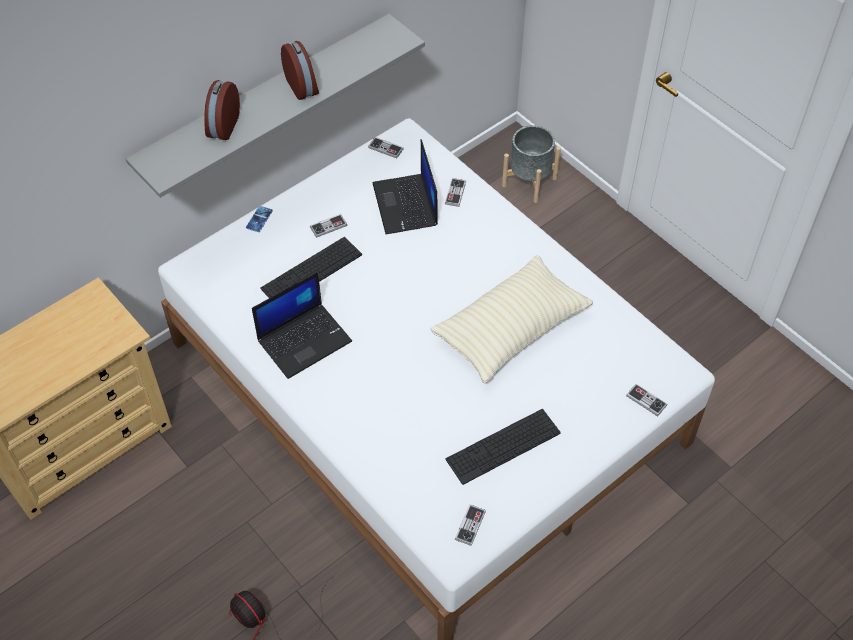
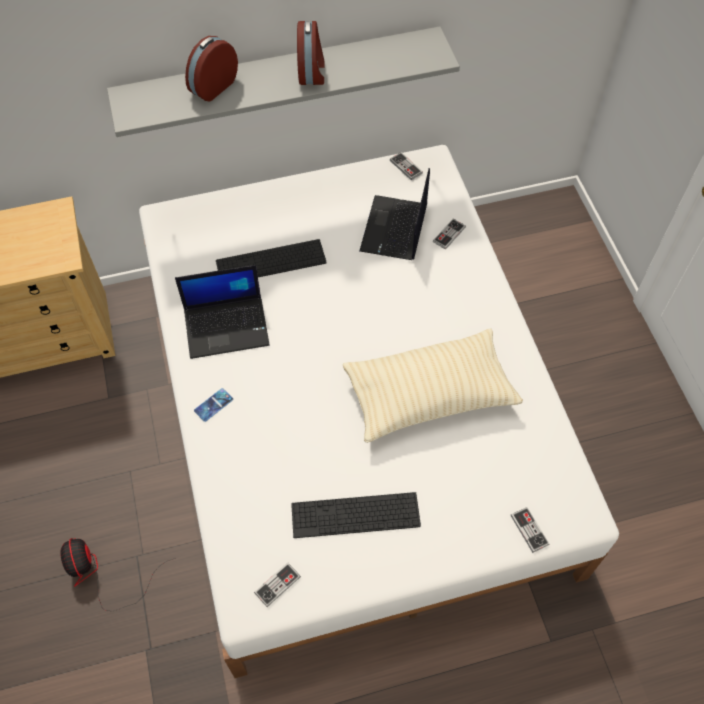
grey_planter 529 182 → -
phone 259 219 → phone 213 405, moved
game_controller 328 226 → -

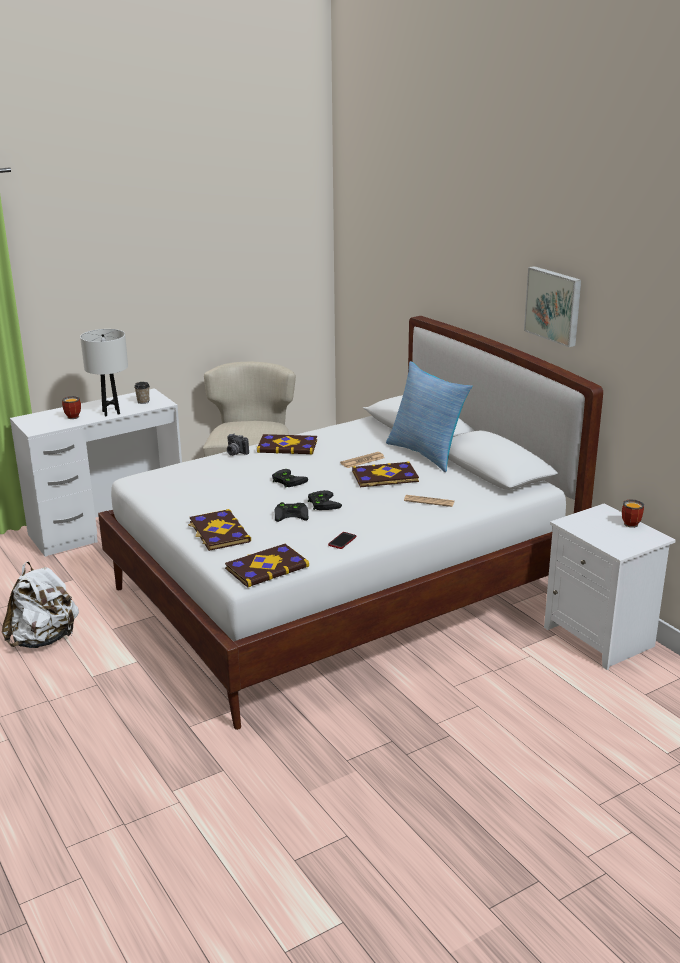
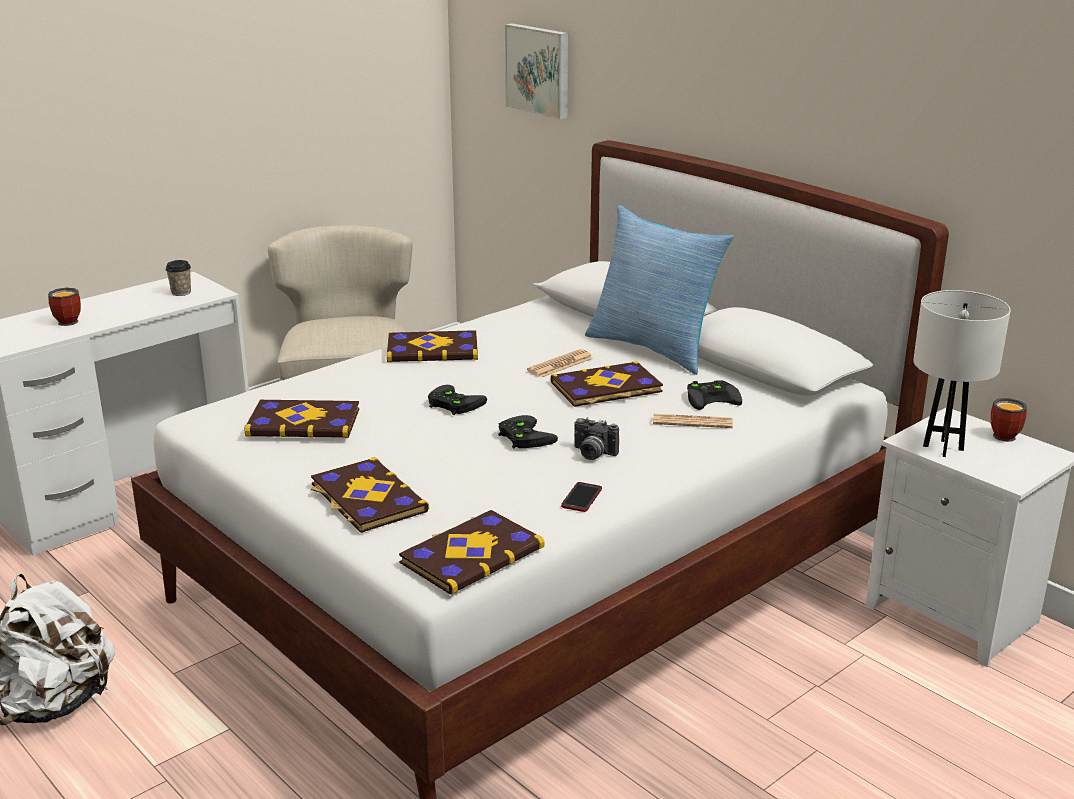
picture 554 305 → picture 539 70, moved
white_table_lamp 111 412 → white_table_lamp 943 448, moved
photo_camera 235 453 → photo_camera 592 454, moved
black_game_controller 292 514 → black_game_controller 712 398, moved
- → book 304 422

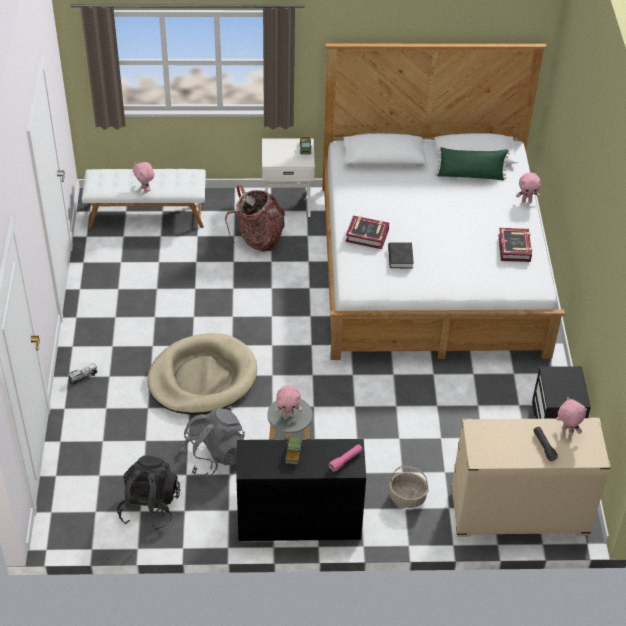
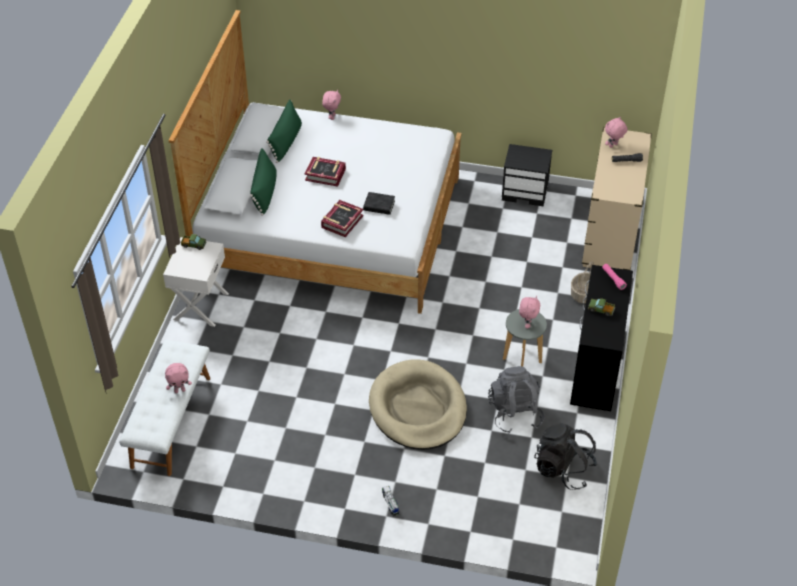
backpack 259 238 → -
book 514 248 → book 325 174, moved
- → green_pillow 265 192

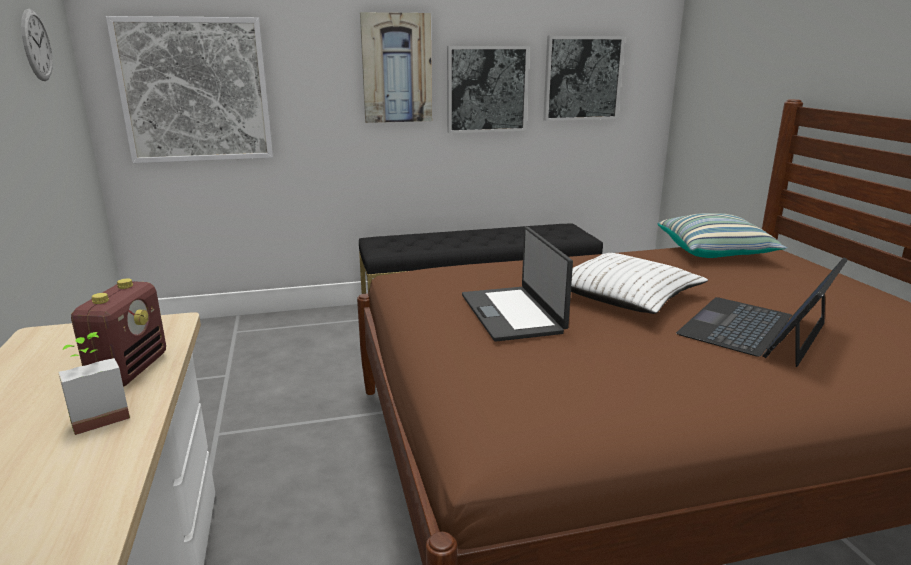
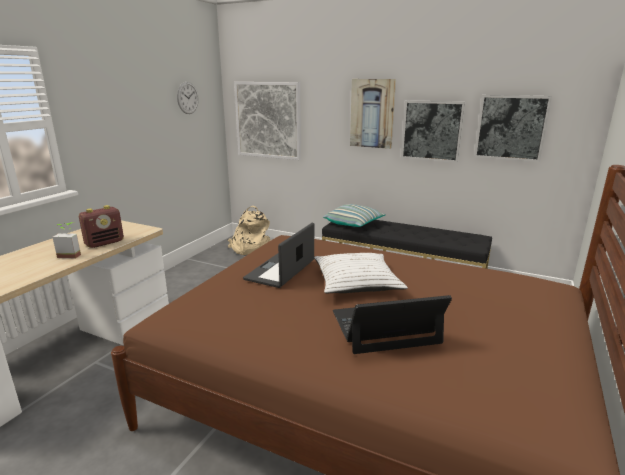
pillow 715 252 → pillow 354 224, moved
- → beige_backpack 250 249

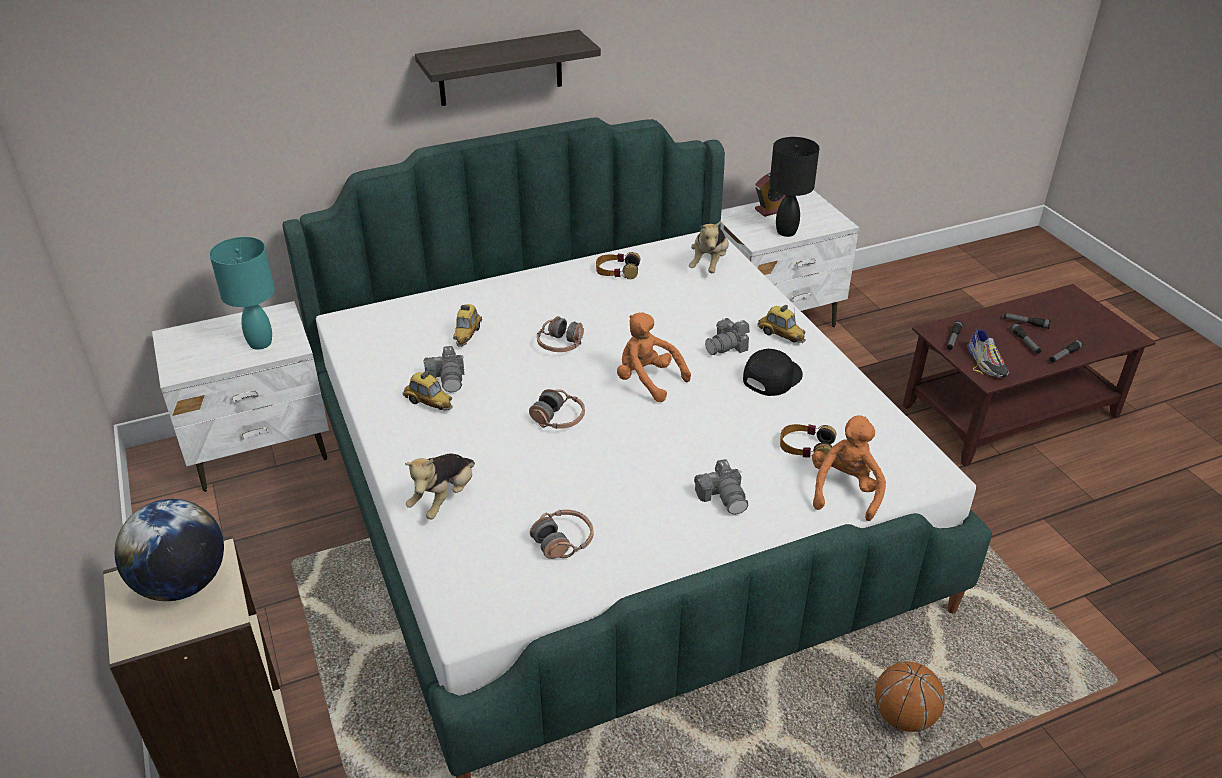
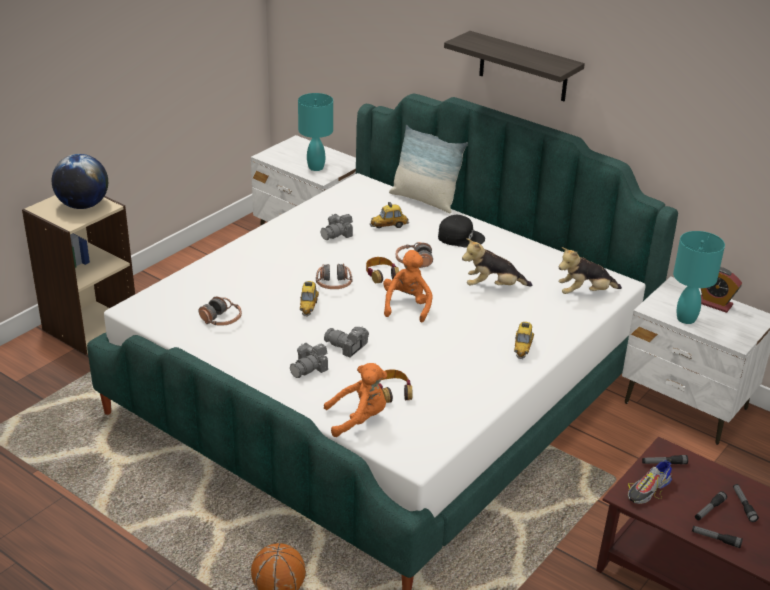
black_table_lamp 787 232 → turquoise_table_lamp 686 319
headphones 617 271 → headphones 381 274, moved
photo_camera 727 346 → photo_camera 347 347, moved
black_cap 771 376 → black_cap 460 237, moved
toy_car 429 403 → toy_car 308 307, moved
plush_toy 444 498 → plush_toy 493 287, moved
- → pillow 424 200

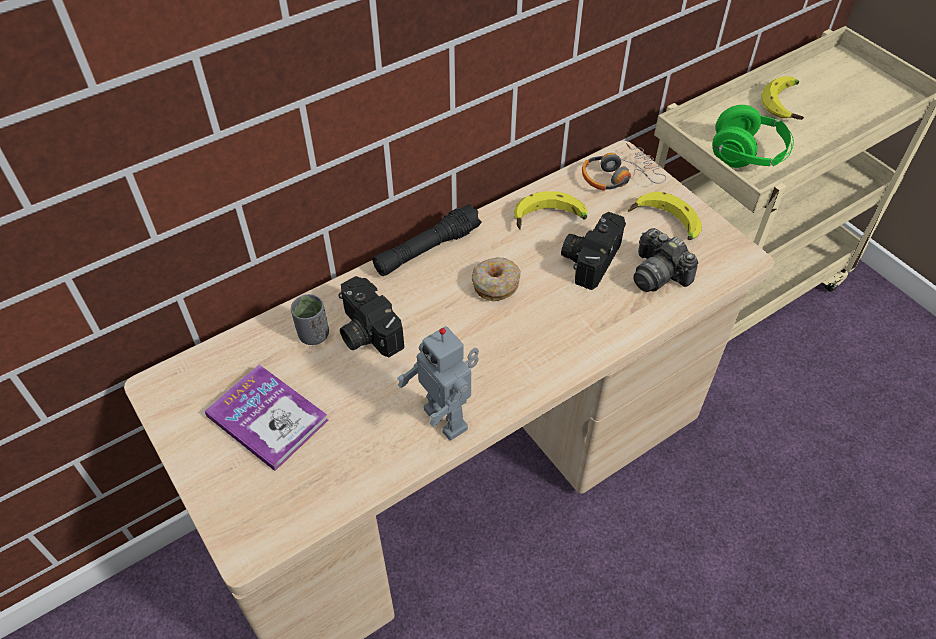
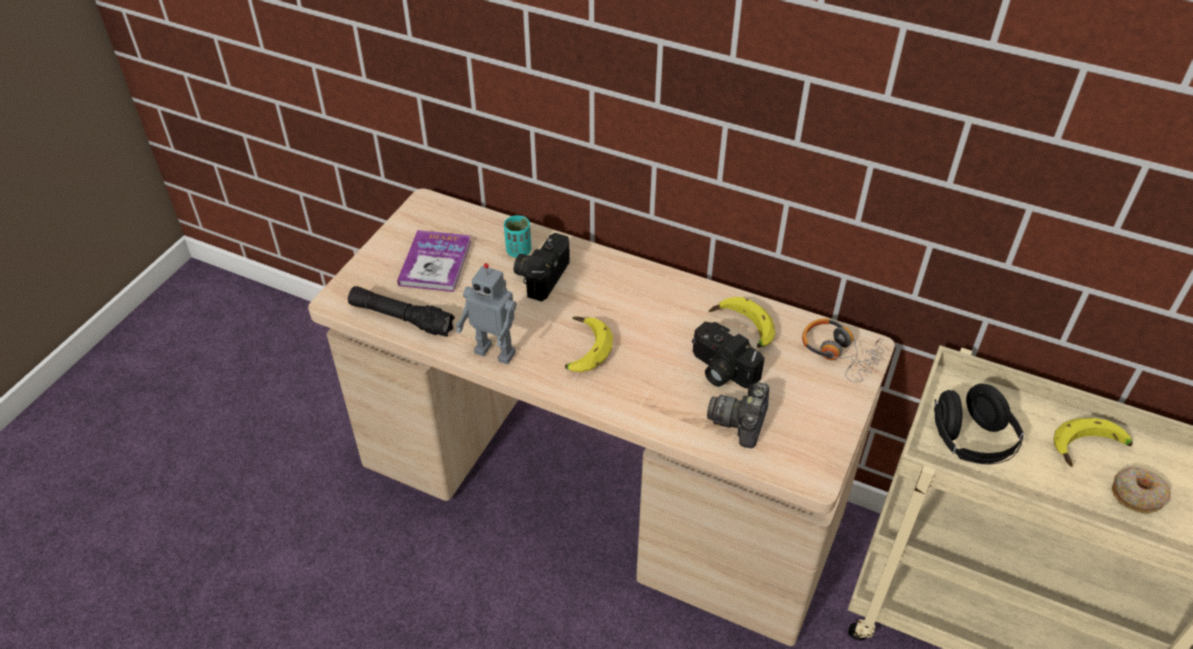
green_headphones 747 156 → black_headphones 971 441
banana 664 224 → banana 582 349, moved
black_flashlight 427 250 → black_flashlight 401 318, moved
photo_camera 589 258 → photo_camera 720 370, 135 degrees counterclockwise
donut 495 284 → donut 1137 495, moved
grey_cup 313 335 → turquoise_cup 518 251
toy_robot 448 418 → toy_robot 496 351, 90 degrees counterclockwise

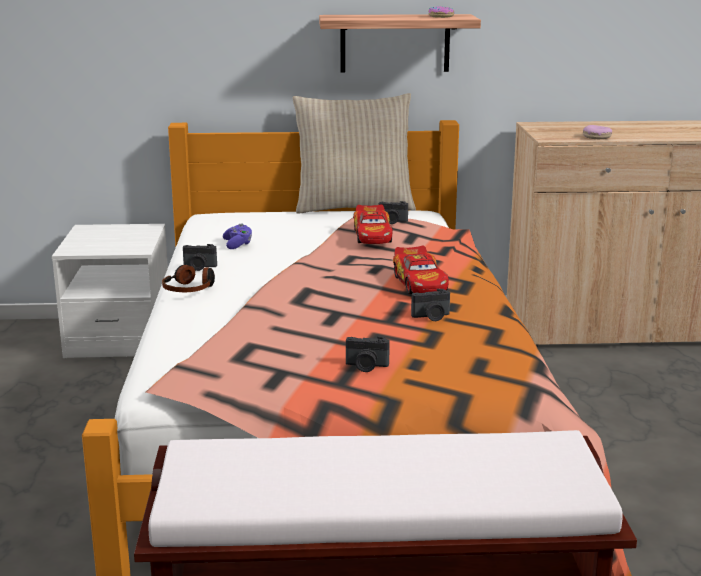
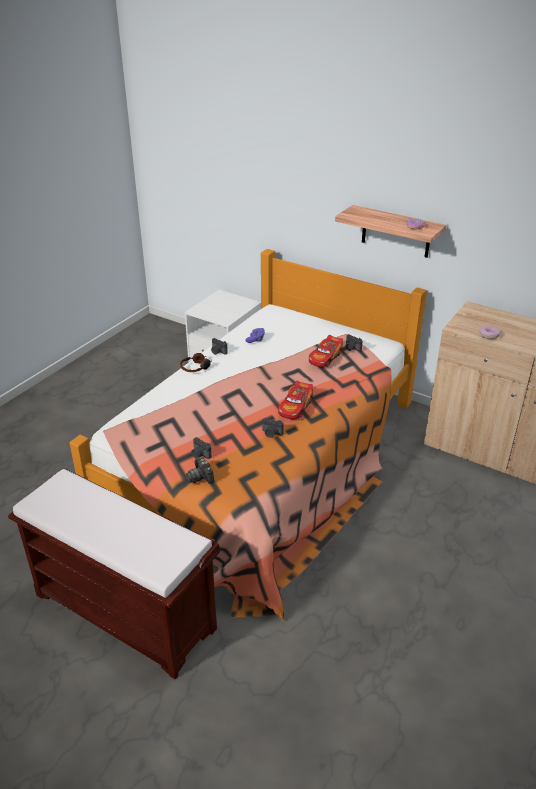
beige_pillow 353 207 → -
- → photo_camera 200 477

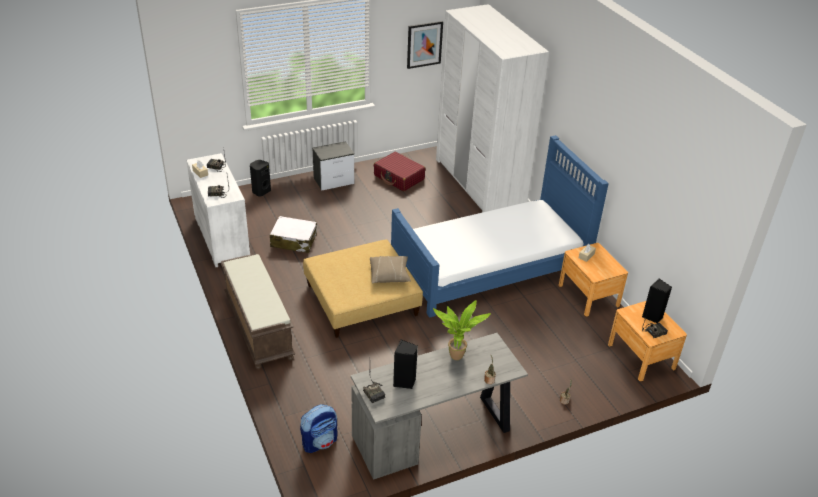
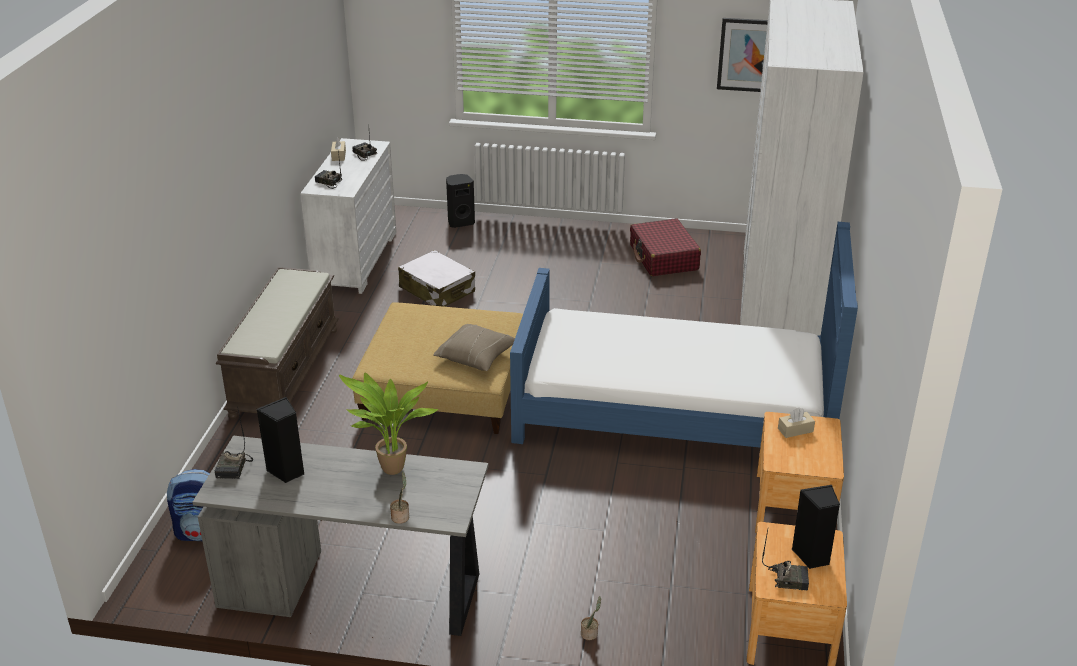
nightstand 334 181 → -

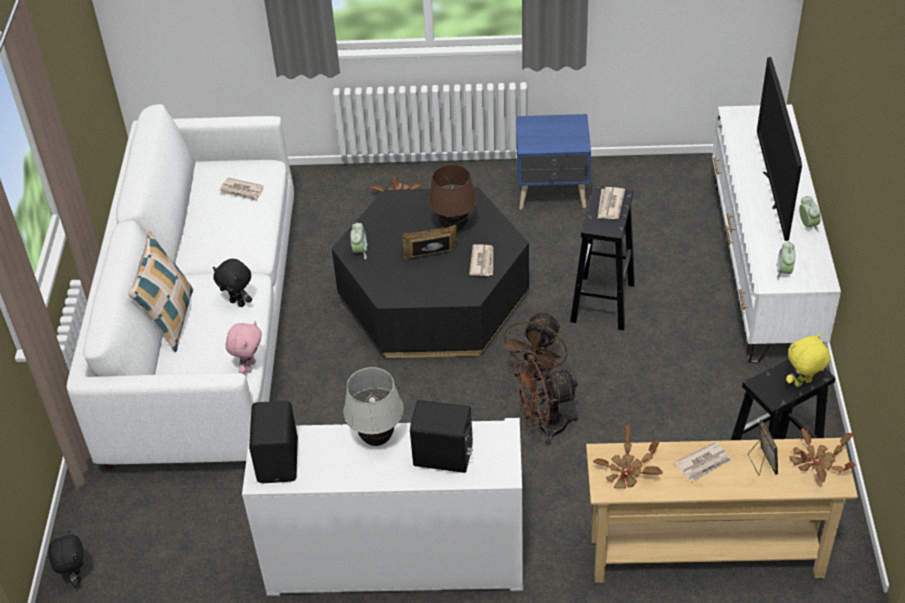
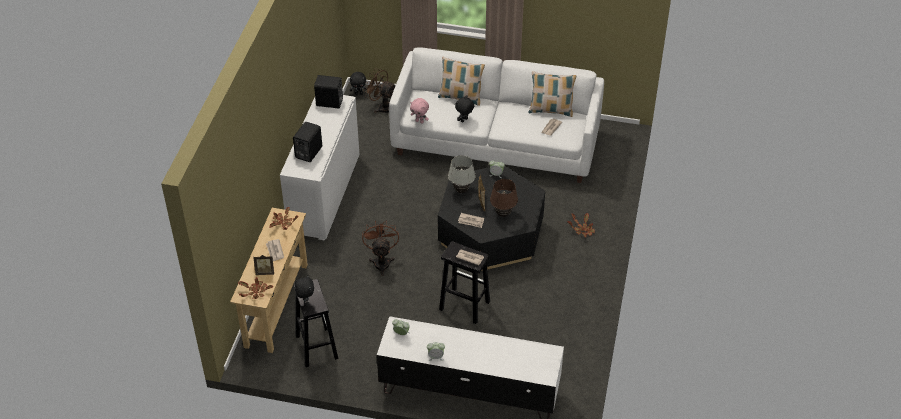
television 774 190 → -
blue_nightstand 553 193 → -
brown_fan 537 377 → brown_fan 382 107, moved
yellow_plush_toy 803 383 → black_plush_toy 306 302
white_table_lamp 377 439 → white_table_lamp 461 190, moved
- → pillow 551 110

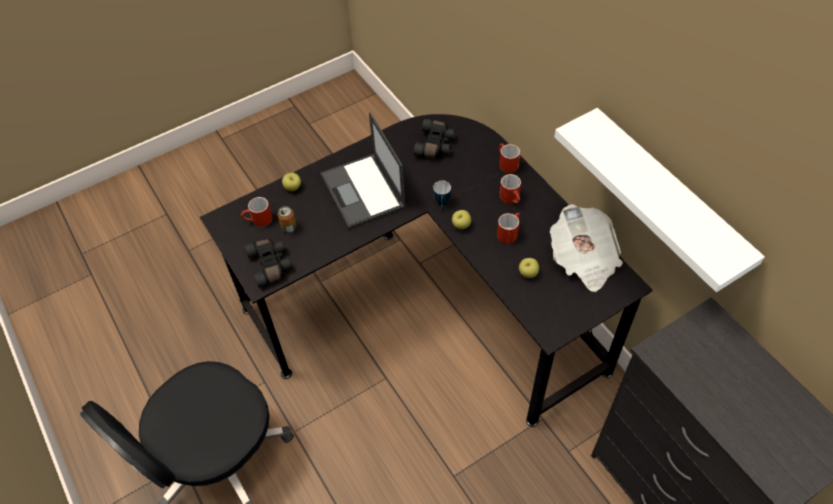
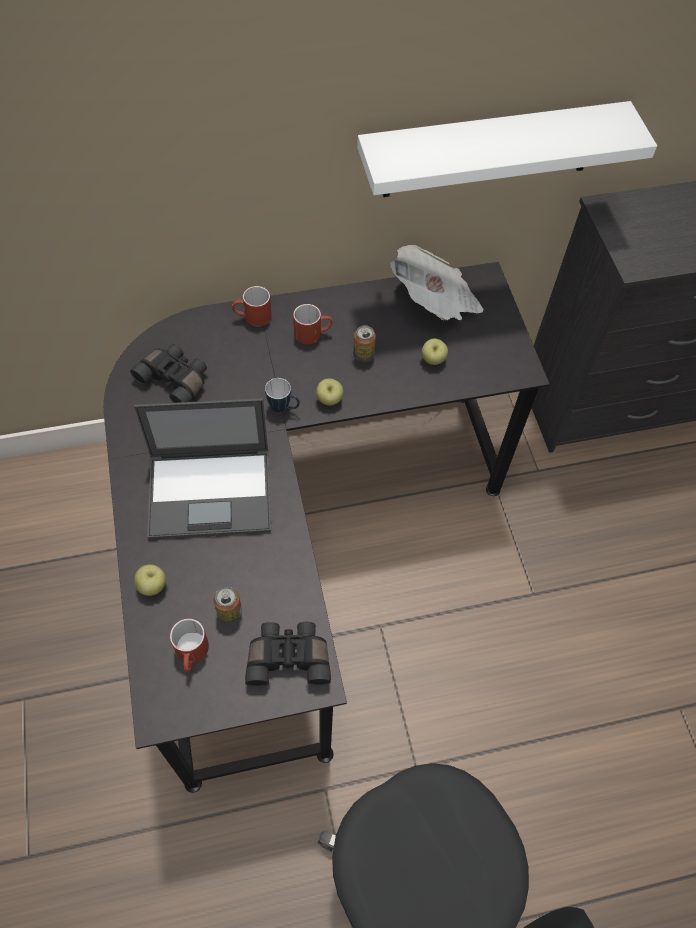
red_mug 508 232 → can 363 355

